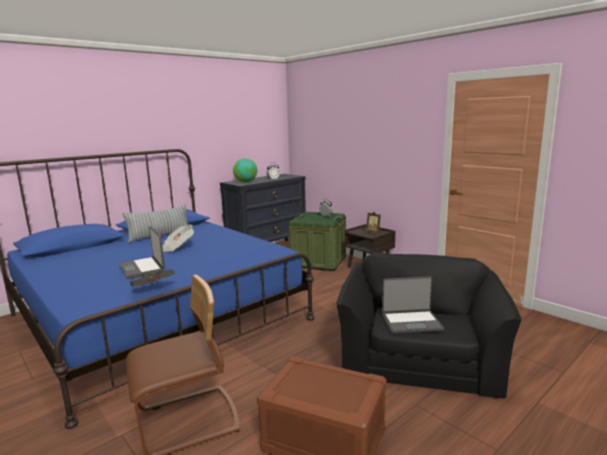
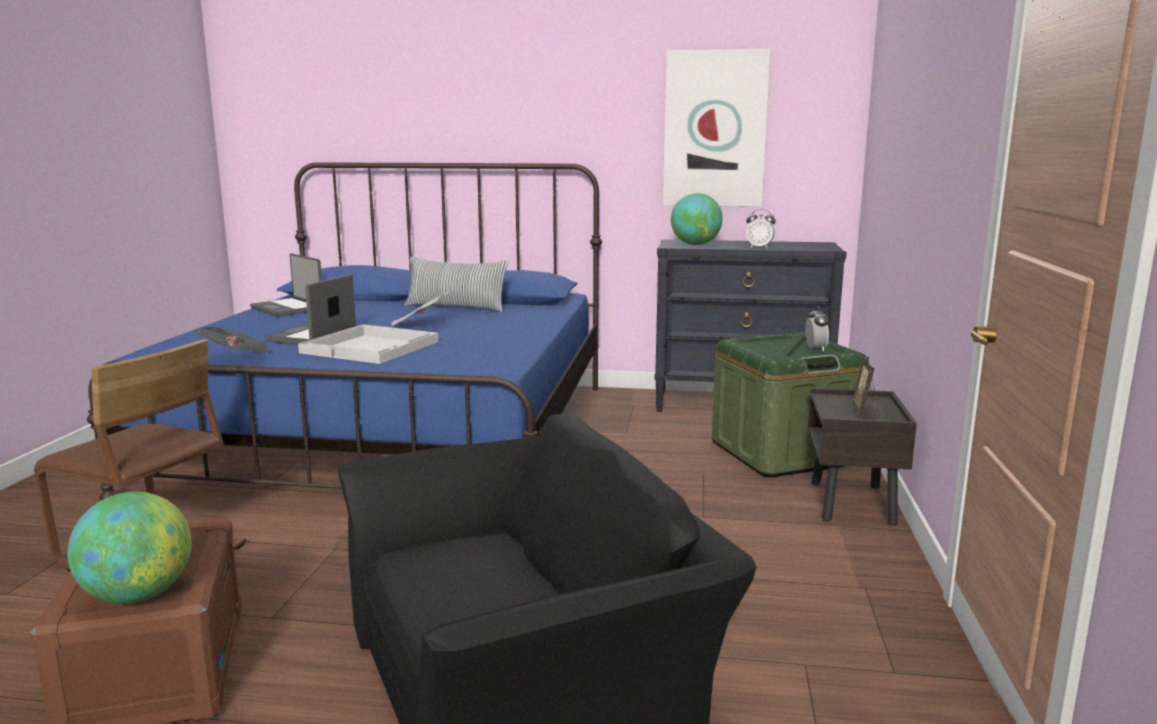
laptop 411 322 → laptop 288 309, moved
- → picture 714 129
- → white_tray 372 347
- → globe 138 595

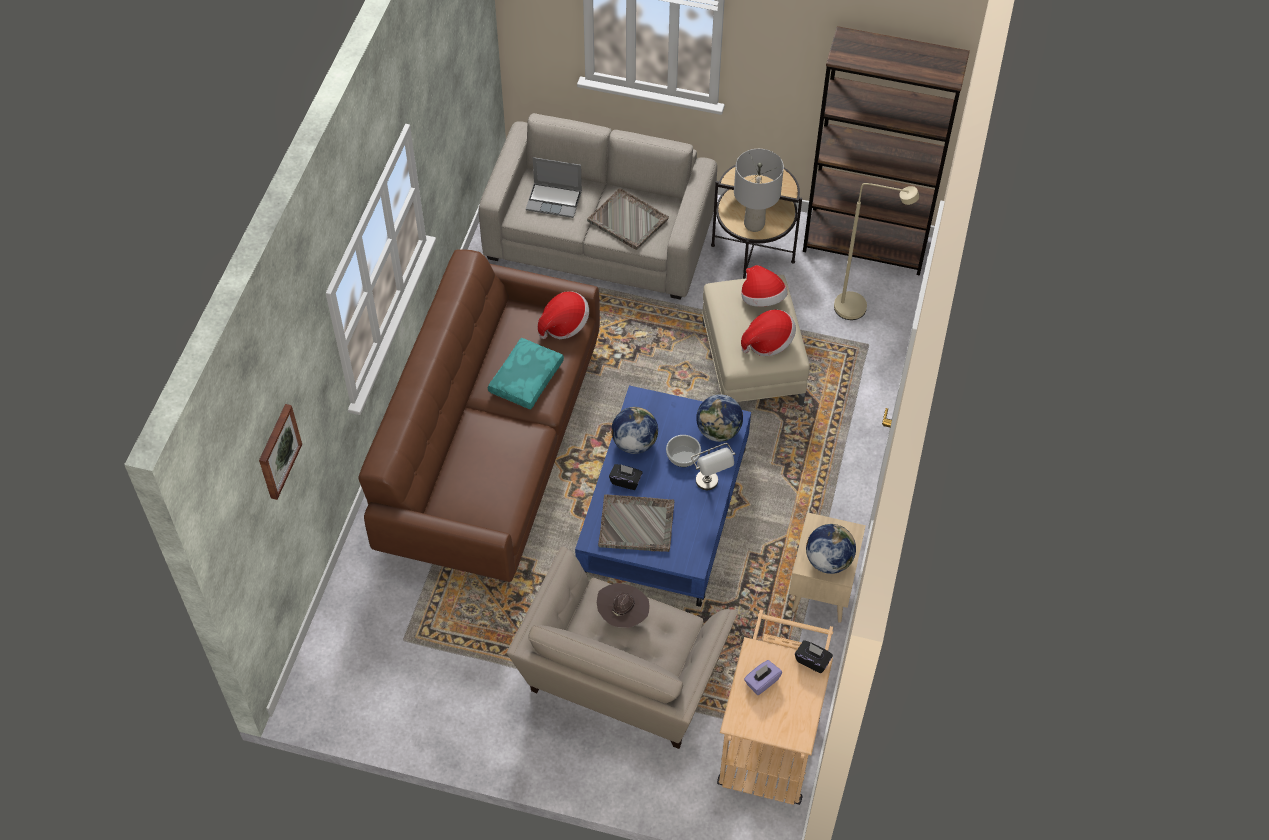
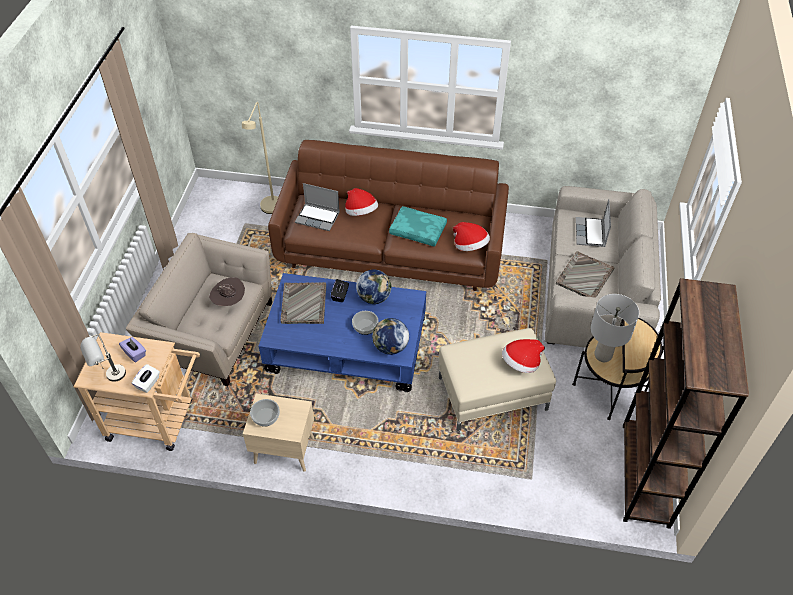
beige_floor_lamp 859 309 → beige_floor_lamp 270 210, moved
hat 768 342 → hat 361 212, moved
picture 278 451 → -
grey_table_lamp 711 486 → grey_table_lamp 109 377, moved
globe 828 560 → bowl 266 416
black_tissue_box 812 661 → white_tissue_box 148 383
- → laptop 318 217

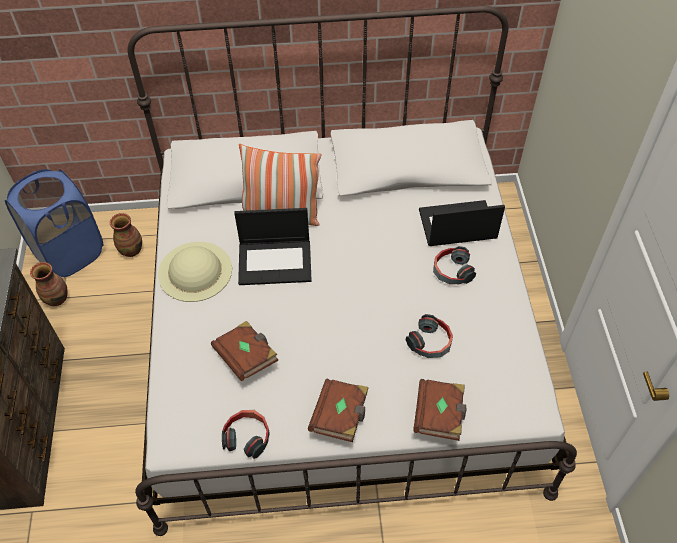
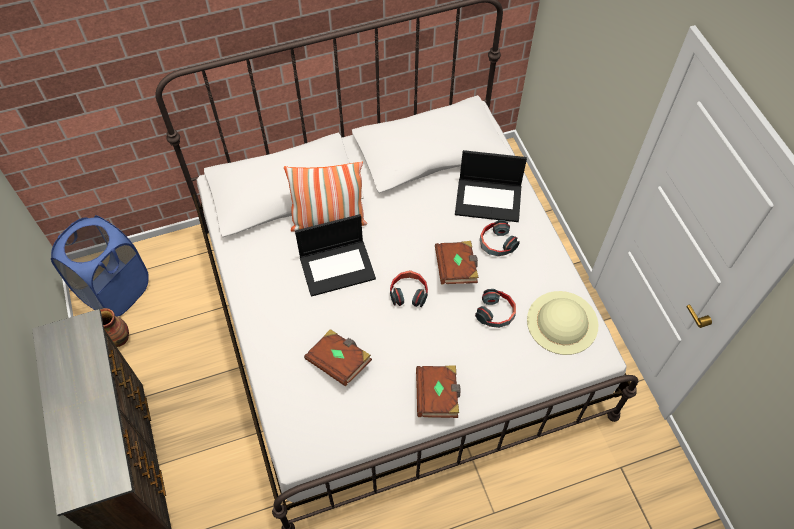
laptop 456 225 → laptop 489 199, 150 degrees counterclockwise
vase 131 250 → -
beige_hat 195 271 → beige_hat 562 322, moved
brown_book 439 415 → brown_book 456 268, moved
headphones 247 436 → headphones 408 292, moved

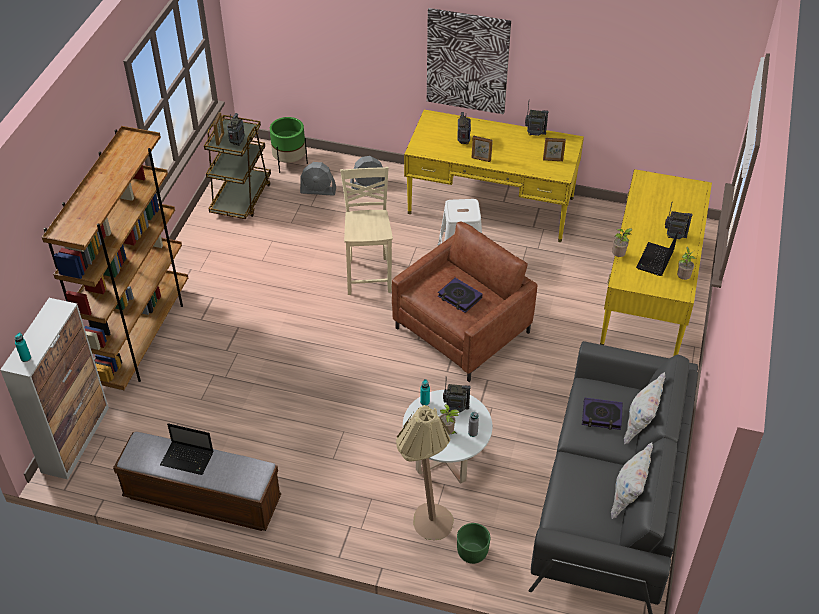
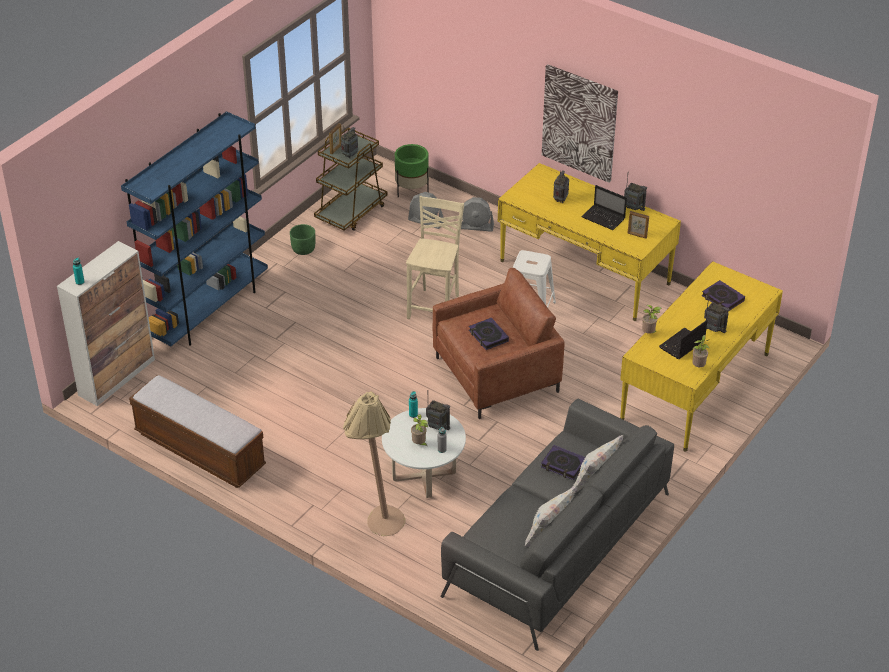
brown_bookcase 142 338 → blue_bookcase 208 310
picture_frame 481 159 → -
laptop 188 459 → laptop 604 218, moved
green_planter 472 553 → green_planter 303 249, moved
- → book 722 298

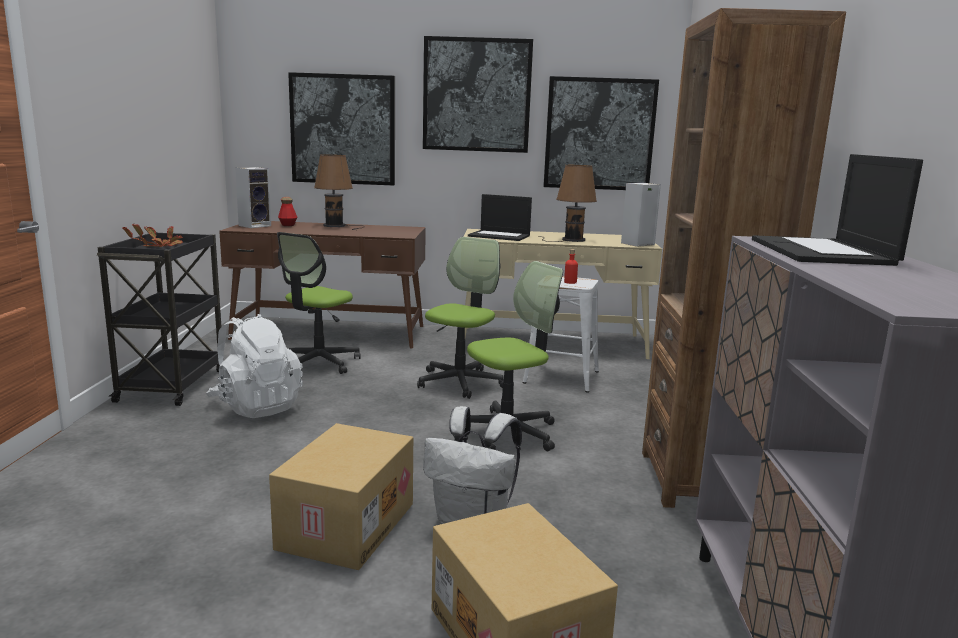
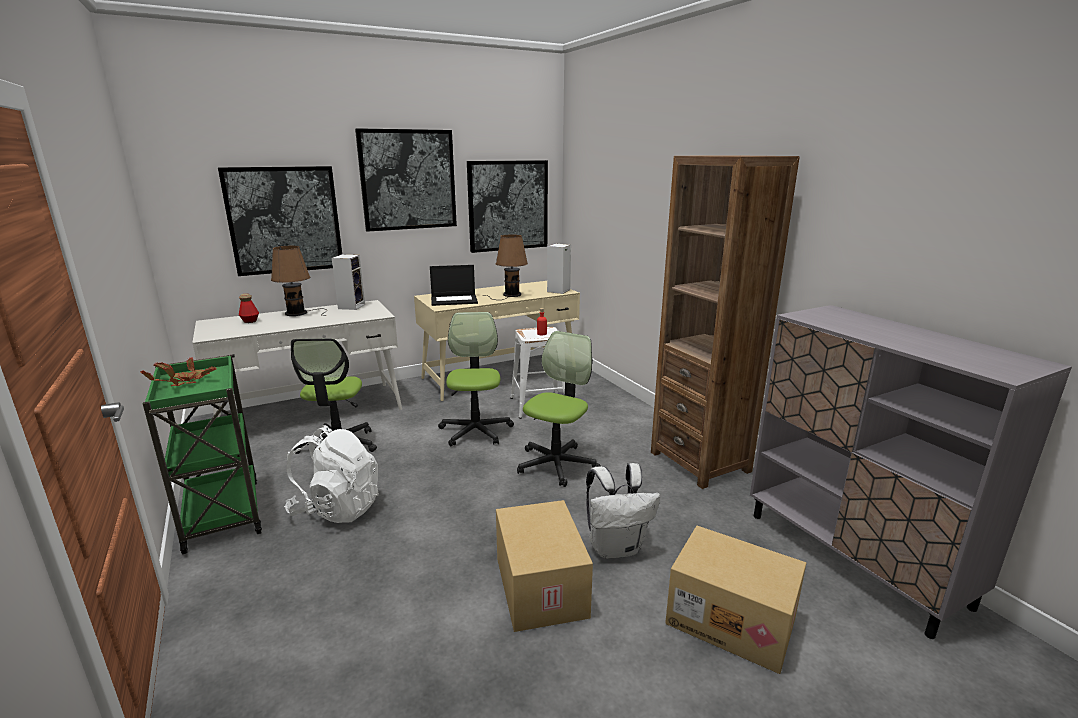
laptop 823 252 → -
speaker 255 225 → speaker 351 306, moved
brown_desk 330 332 → white_desk 311 412
black_cart 173 384 → green_cart 222 513

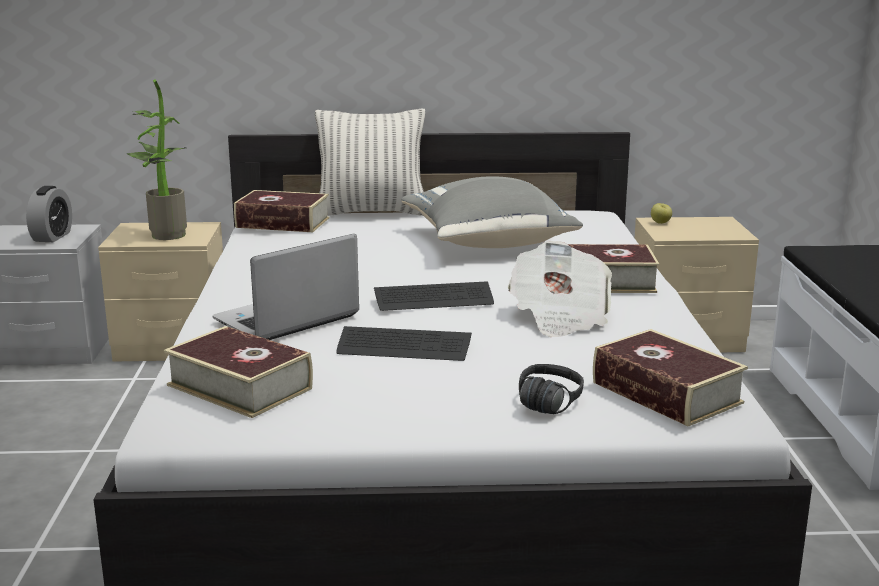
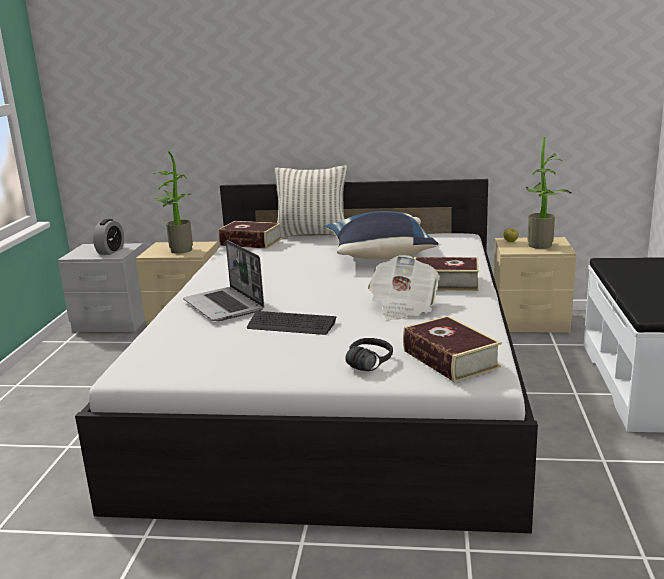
grey_pillow 489 243 → blue_pillow 380 256
laptop 286 320 → laptop 225 306, 90 degrees counterclockwise
keyboard 434 299 → -
book 239 386 → -
- → potted_plant 544 246

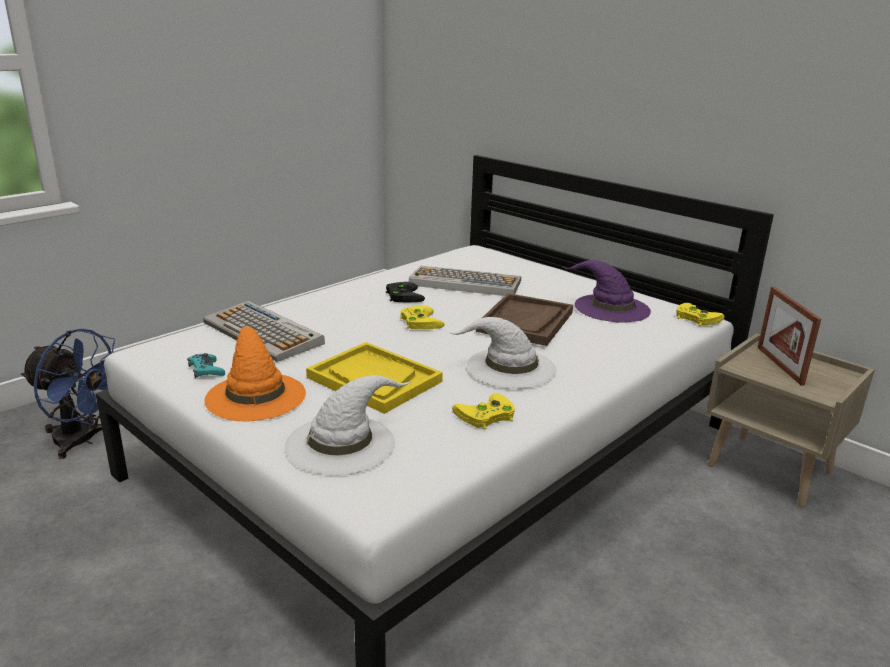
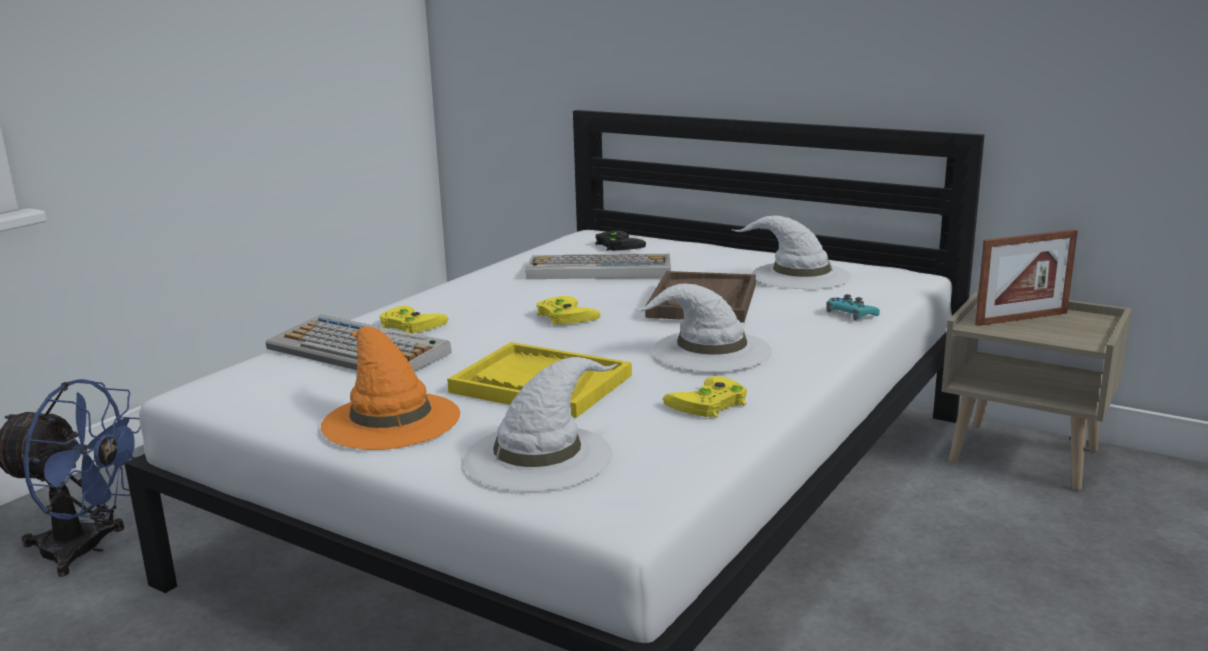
purple_hat 610 307 → white_hat 799 275
black_game_controller 402 295 → black_game_controller 616 244, moved
picture_frame 779 365 → picture_frame 1021 318, 90 degrees counterclockwise
yellow_game_controller 695 317 → yellow_game_controller 409 324, moved
turquoise_game_controller 206 370 → turquoise_game_controller 851 314, moved

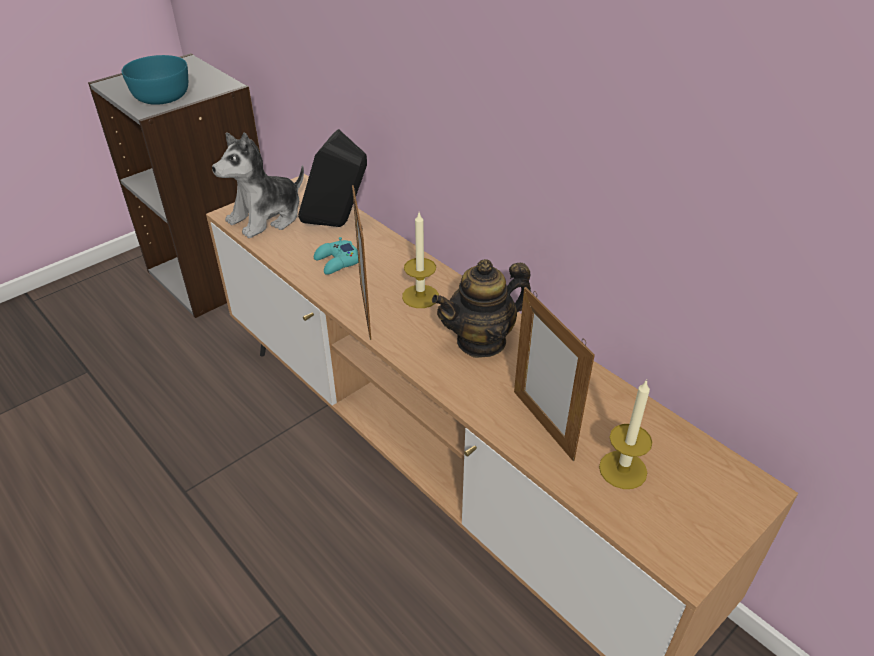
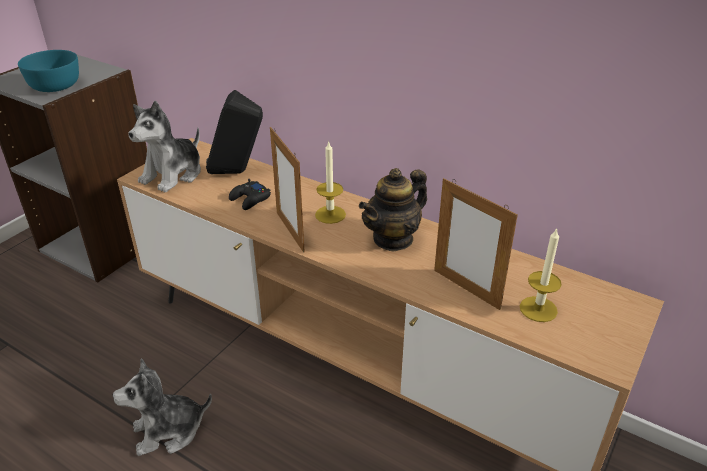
turquoise_game_controller 337 262 → black_game_controller 250 199
- → plush_toy 168 431

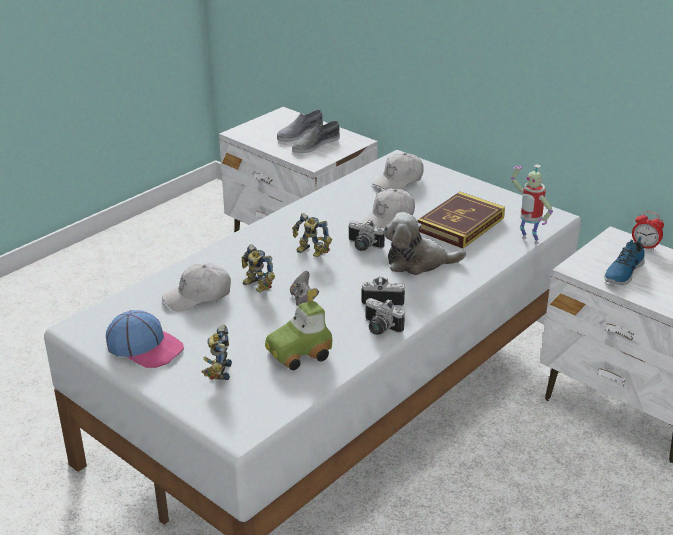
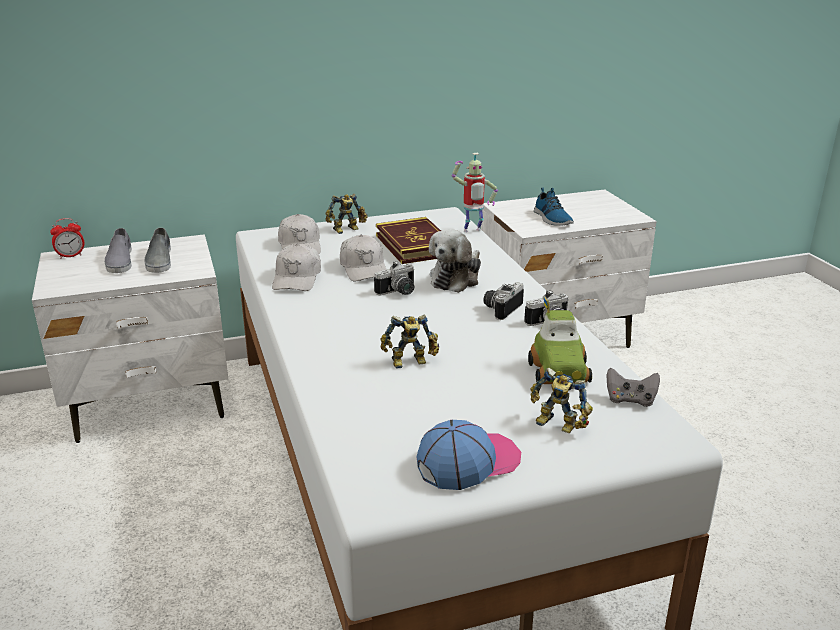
alarm_clock 645 246 → alarm_clock 71 256, moved
toy_robot 310 252 → toy_robot 347 230, moved
white_cap 198 296 → white_cap 297 278, moved
grey_game_controller 303 299 → grey_game_controller 630 400, moved

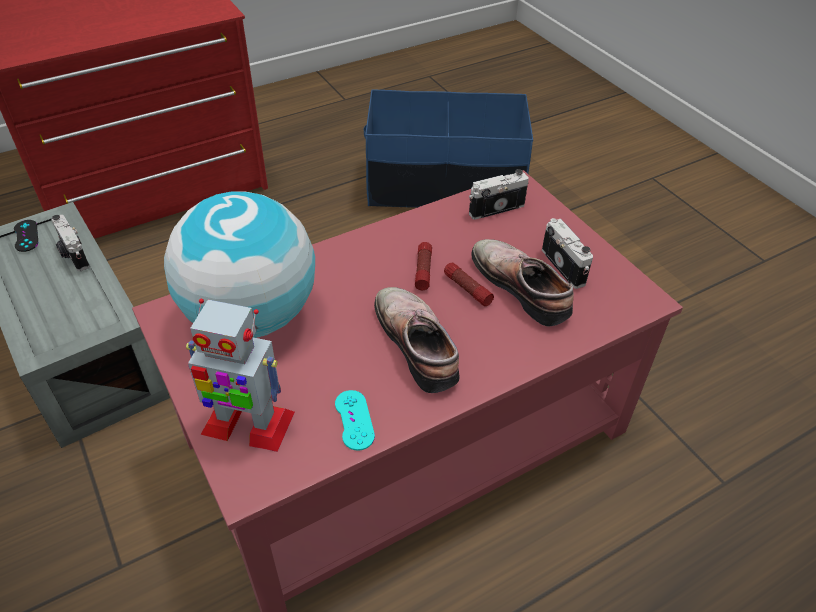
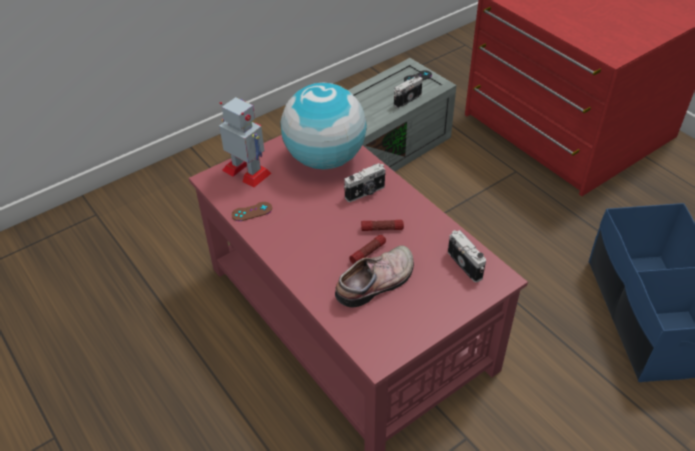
photo_camera 565 266 → photo_camera 365 193, moved
shoe 420 343 → -
toy_robot 247 423 → toy_robot 247 172, 120 degrees clockwise
turquoise_game_controller 354 420 → brown_game_controller 252 211

